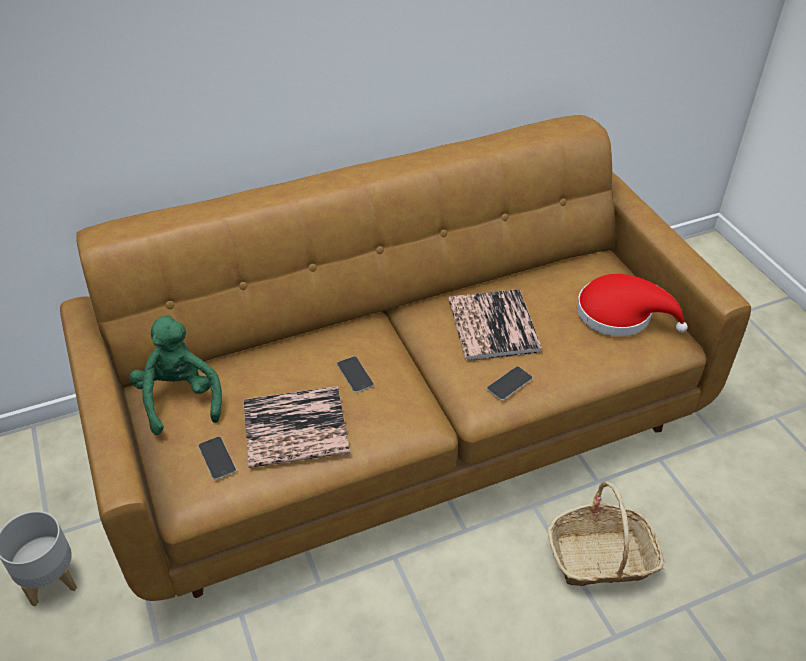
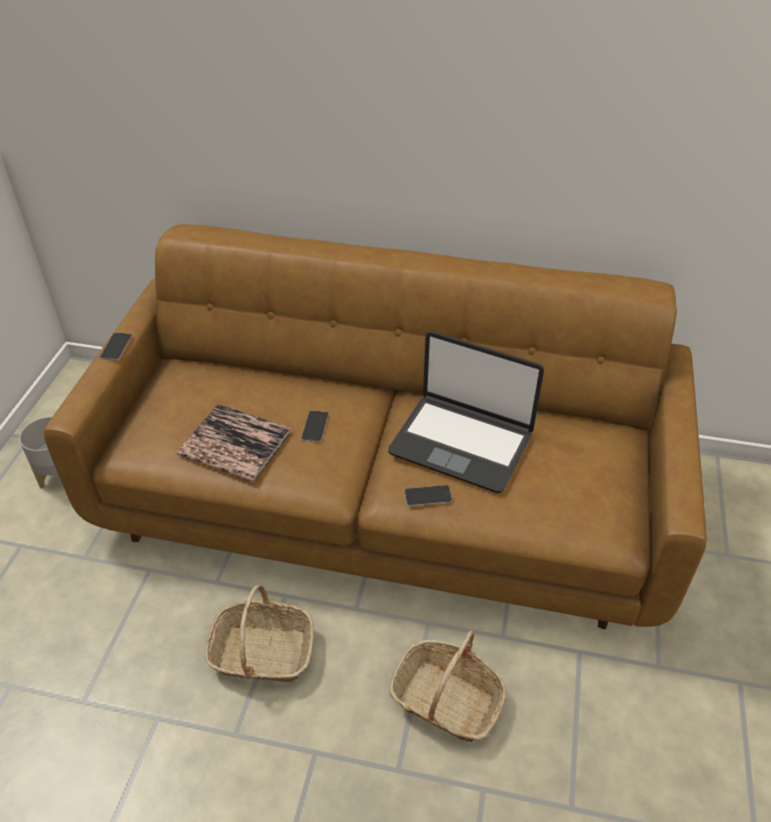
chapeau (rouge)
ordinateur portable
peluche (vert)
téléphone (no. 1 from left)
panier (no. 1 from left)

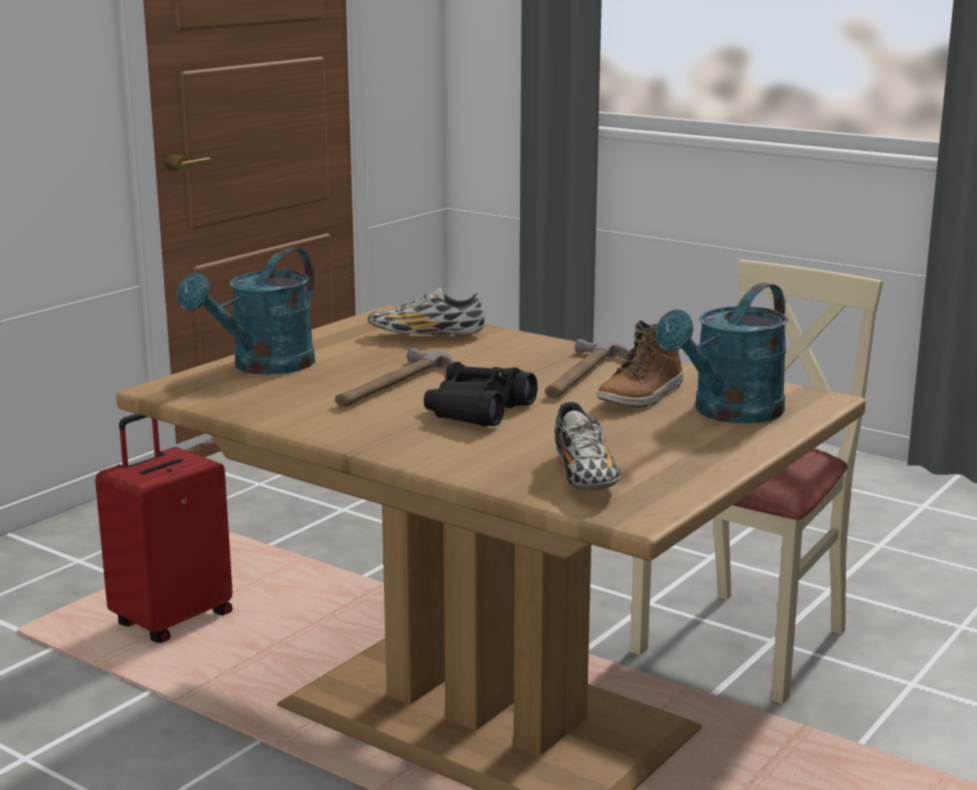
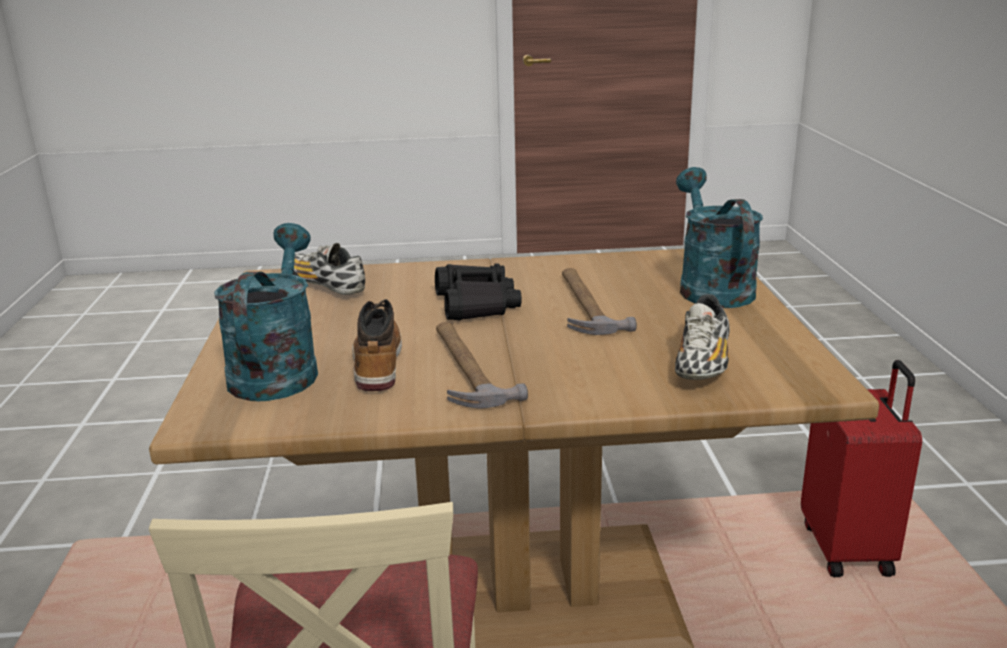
chaussure (no. 2 from left)

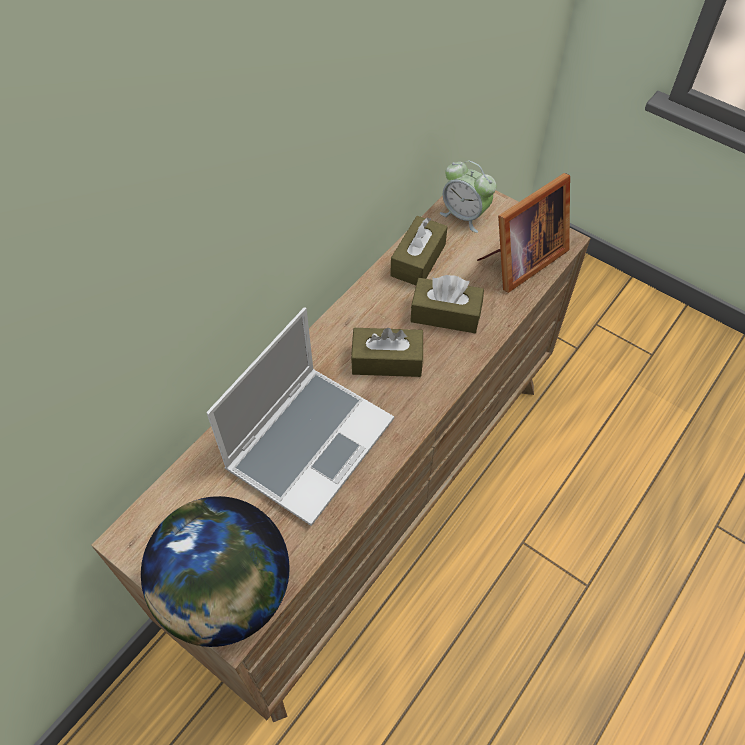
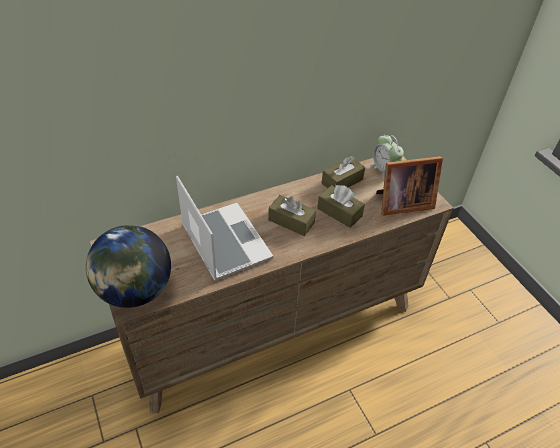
ordinateur portable

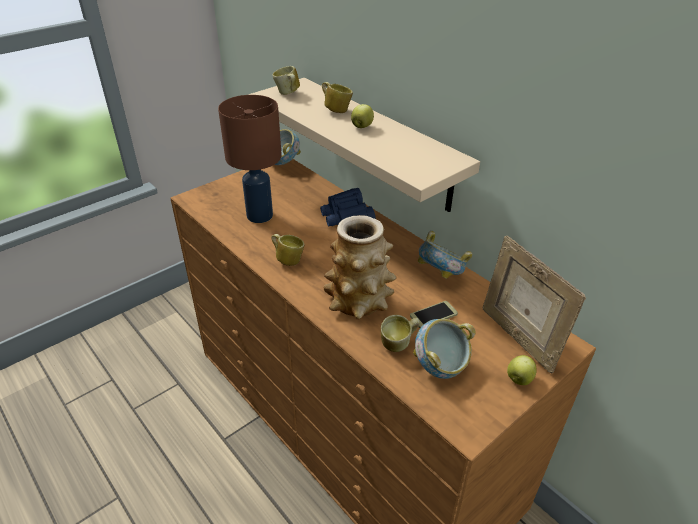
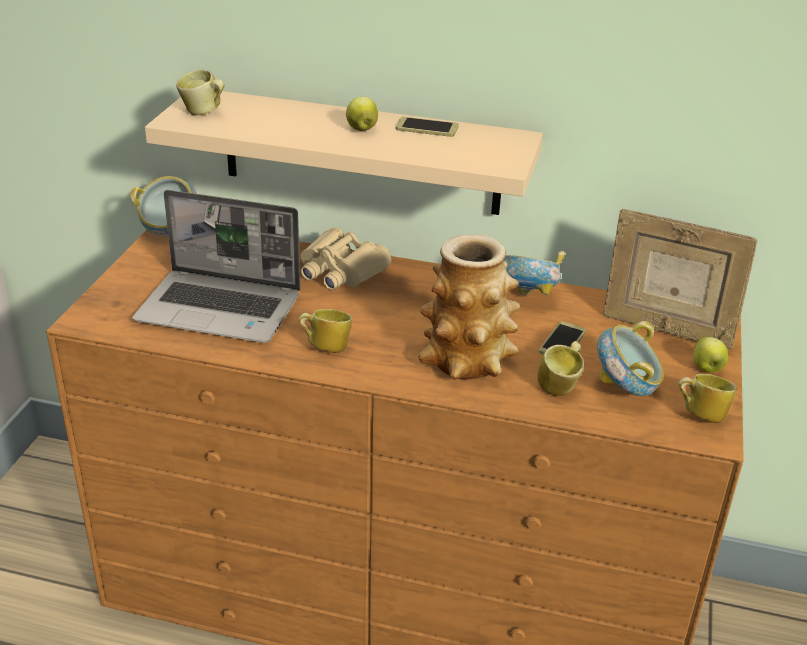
mug (no. 4 from left)
ordinateur portable
jumelles (beige)
téléphone (no. 1 from left)

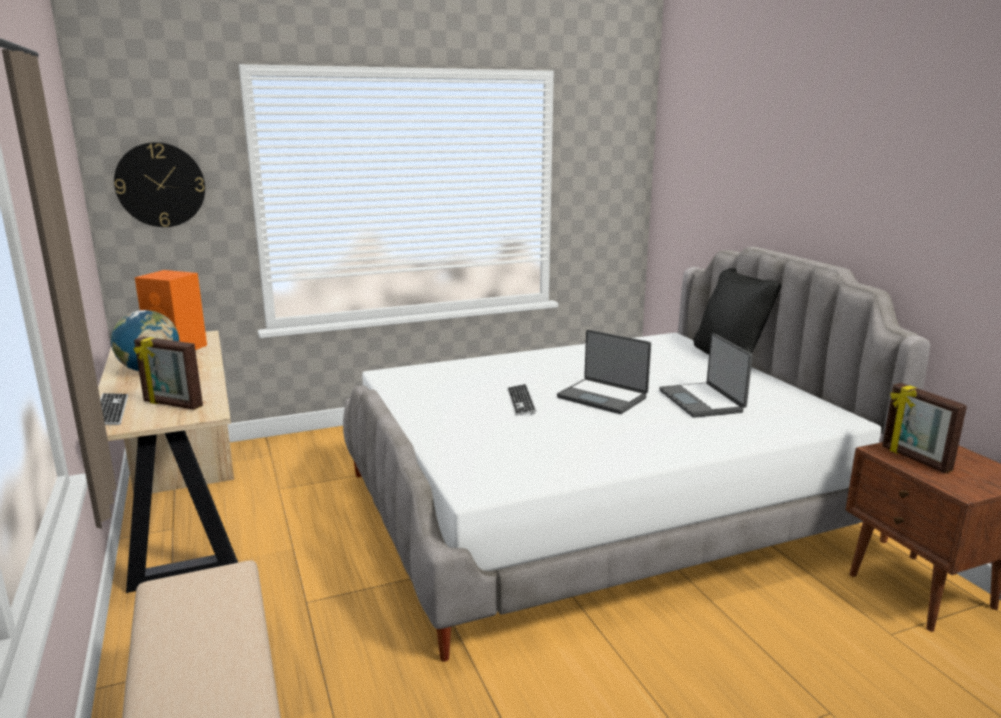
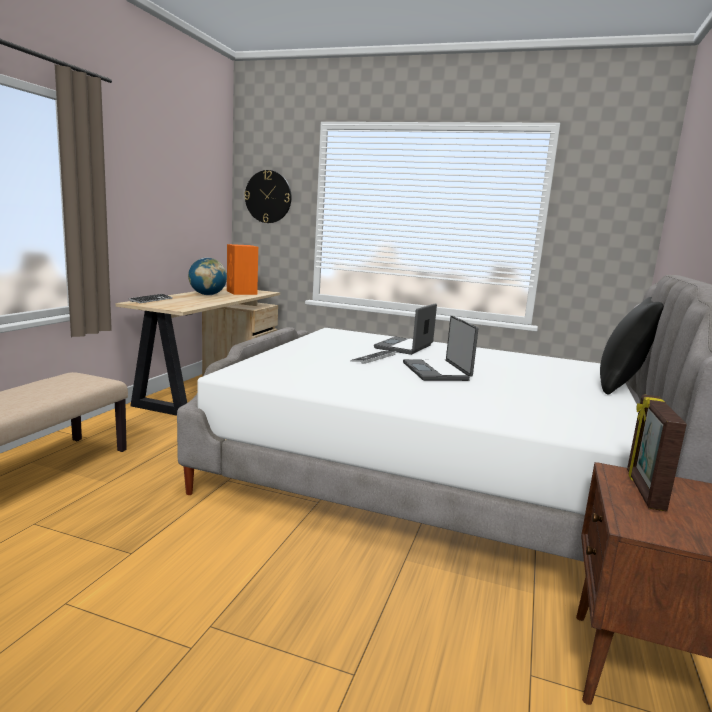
ordinateur portable (no. 1 from left)
cadre photo (no. 1 from left in the first image)

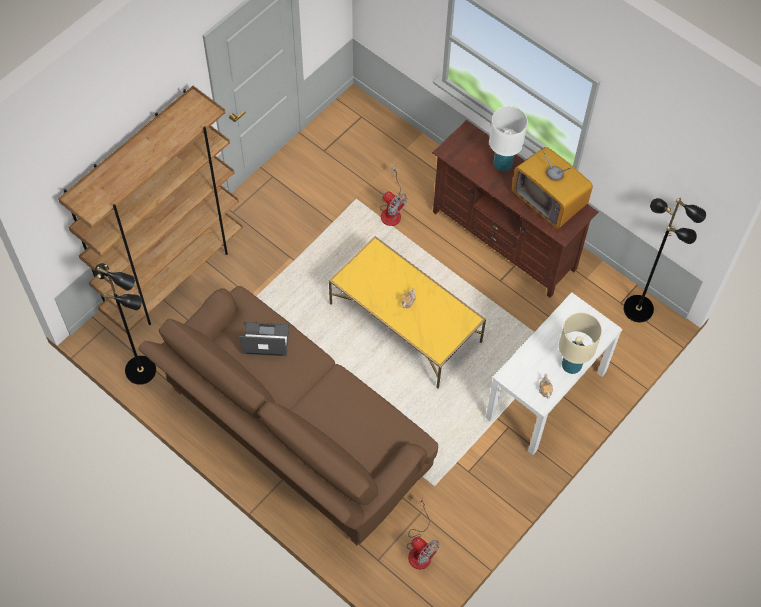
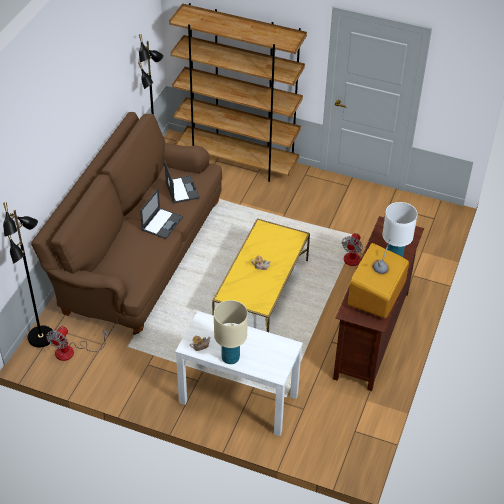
lampadaire (noir) (no. 1 from left)
ordinateur portable (no. 1 from left)

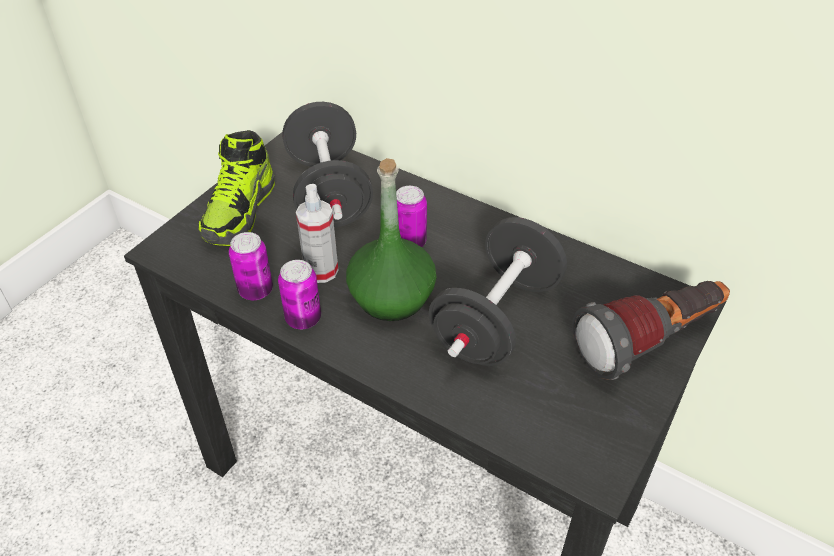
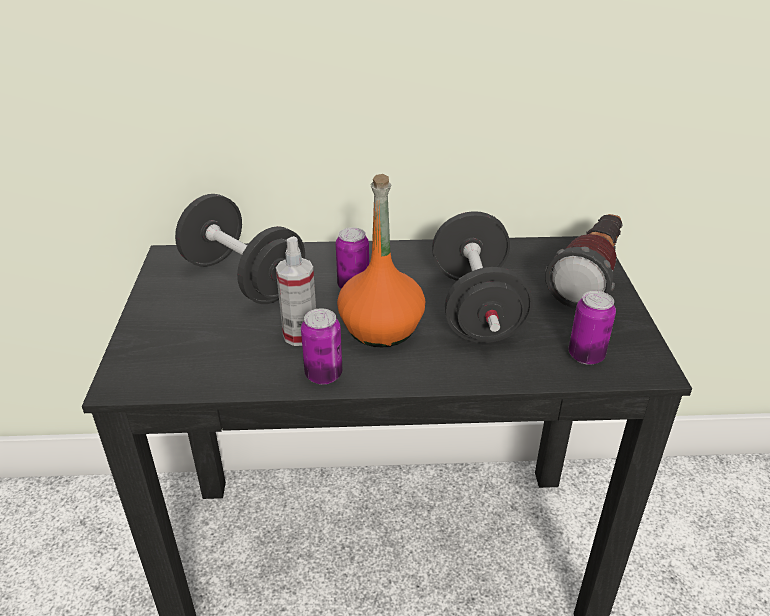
chaussure
bouteille (orange)
boîte métallique (no. 3 from left)

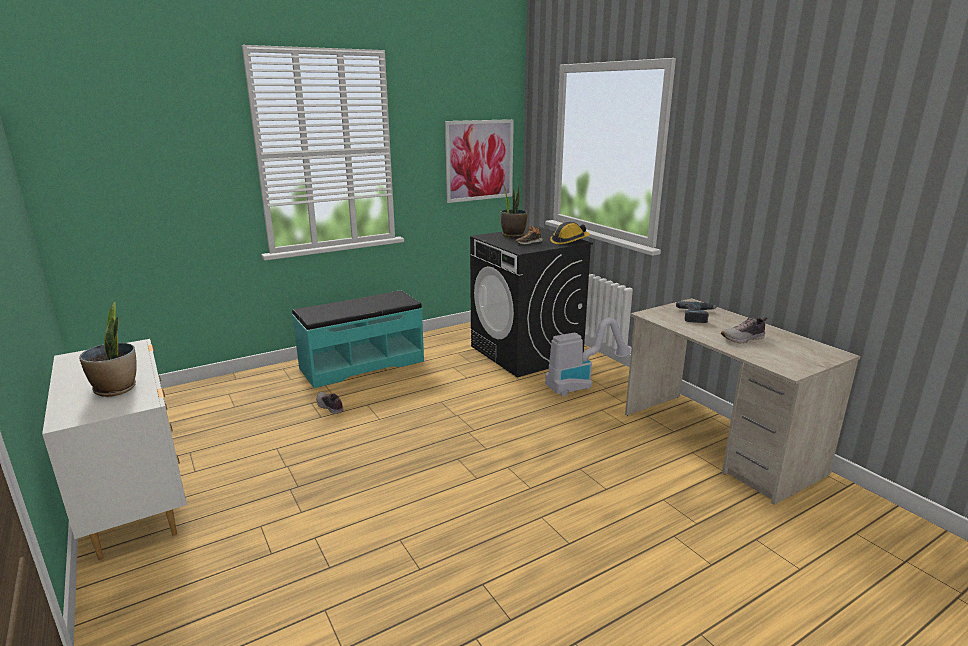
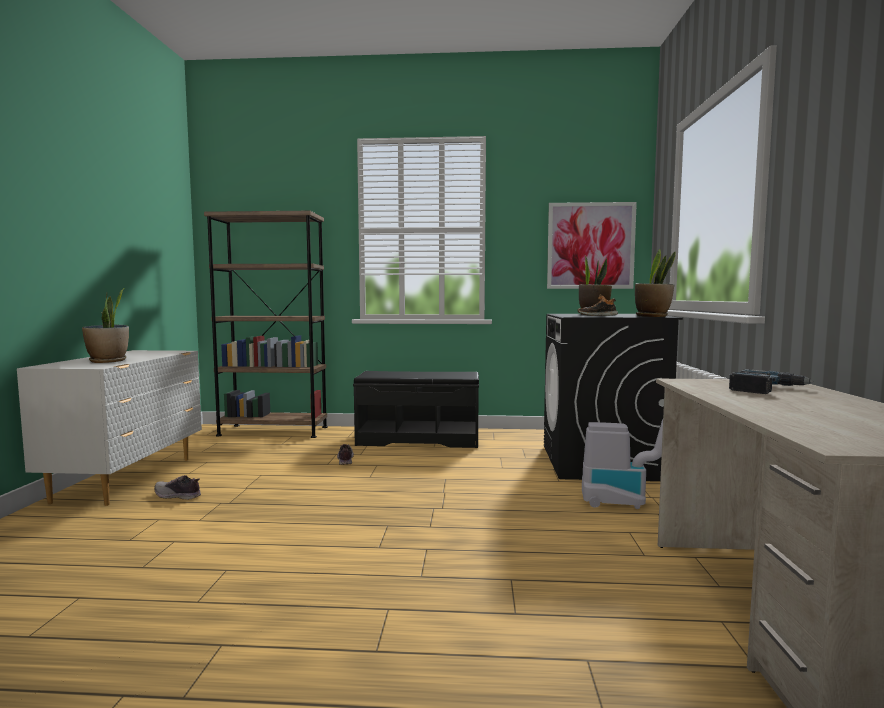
plante en pot (no. 3 from left)
banc (noir)
chaussure (no. 1 from left)
bibliothèque (marron)

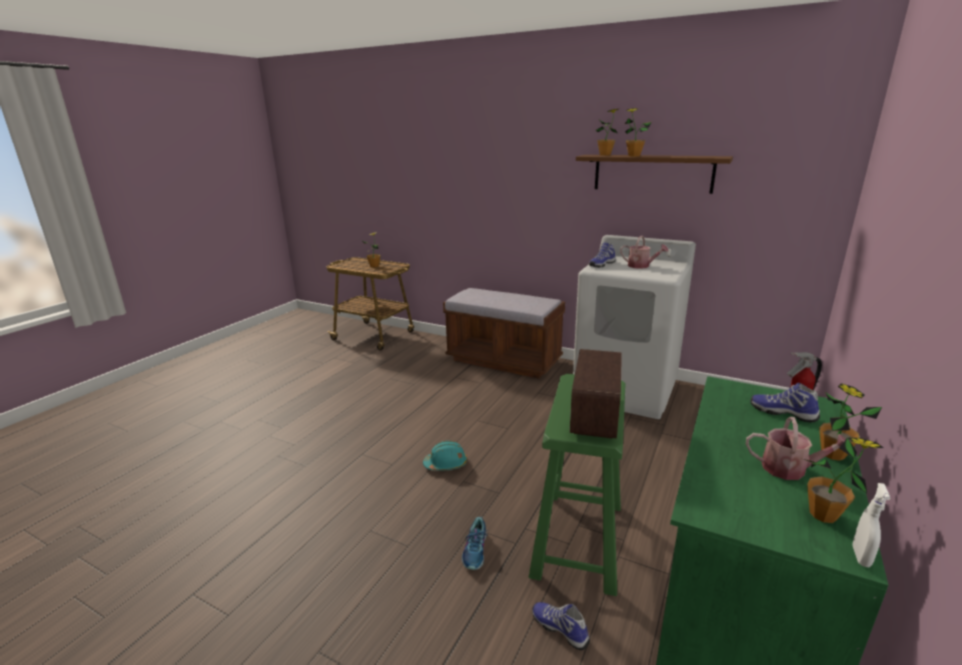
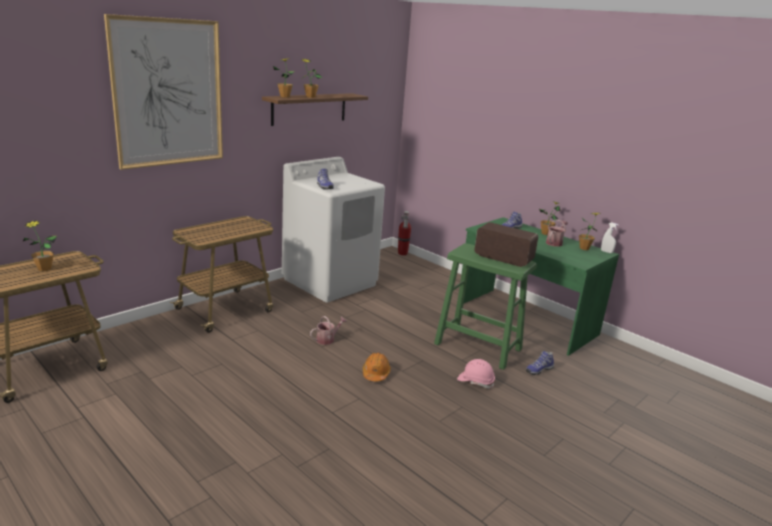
arrosoir (no. 1 from left)
chariot (no. 2 from left)
casque de chantier (orange)
casque de chantier (rose)
tableau

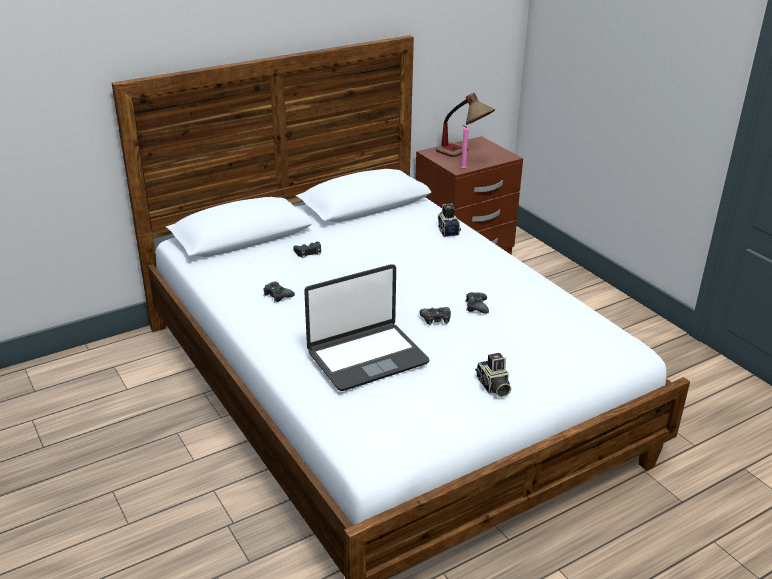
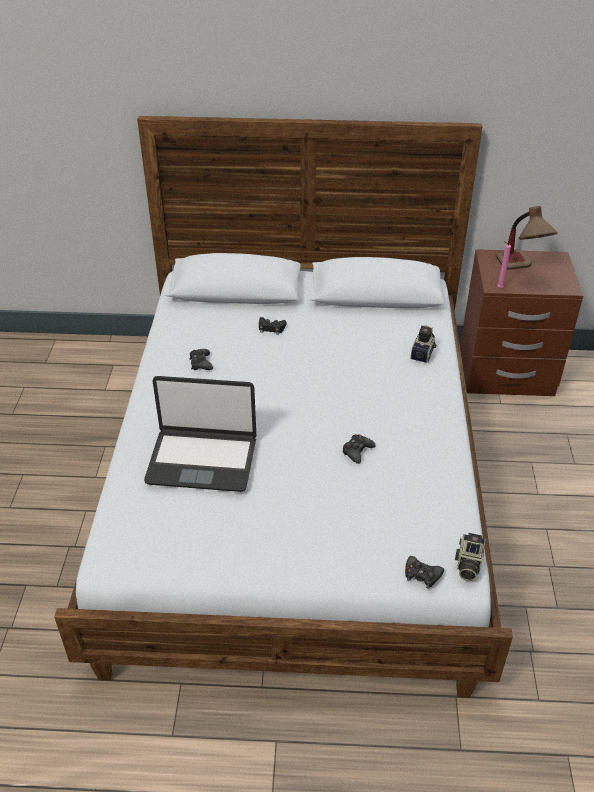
manette (noir) (no. 4 from left)
appareil photo (no. 2 from left)

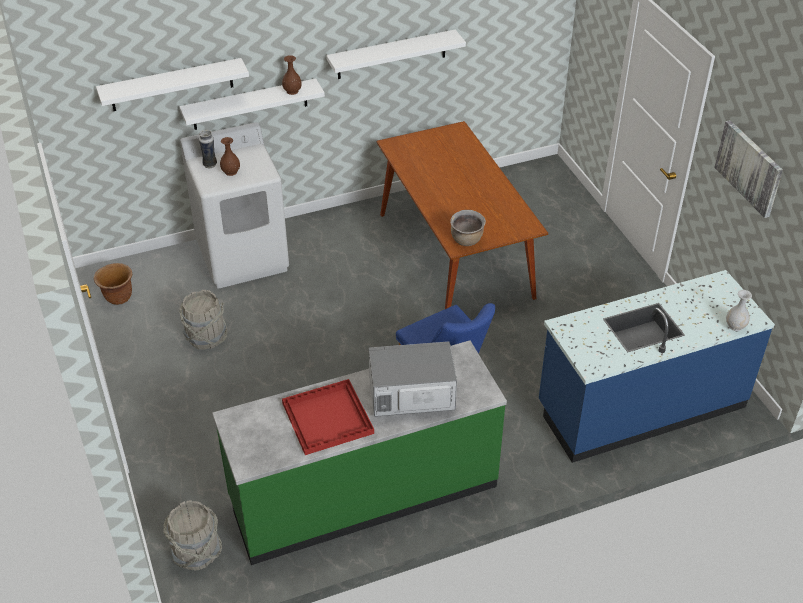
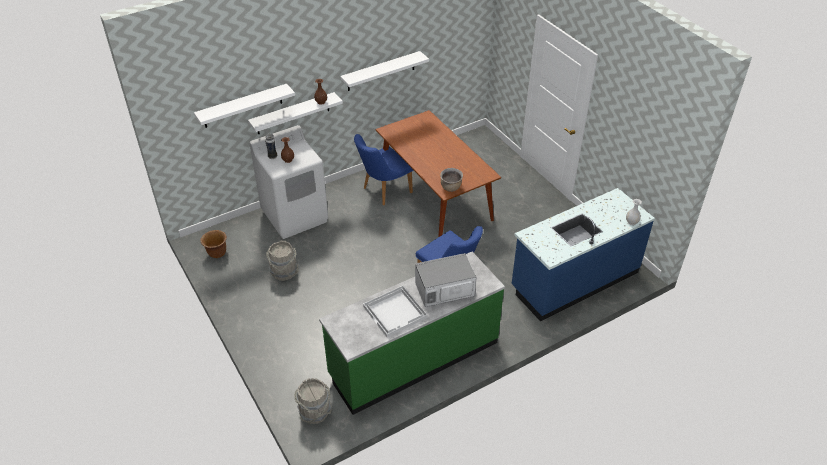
tableau
plateau (blanc)
chaise (bleu) (no. 1 from left)

